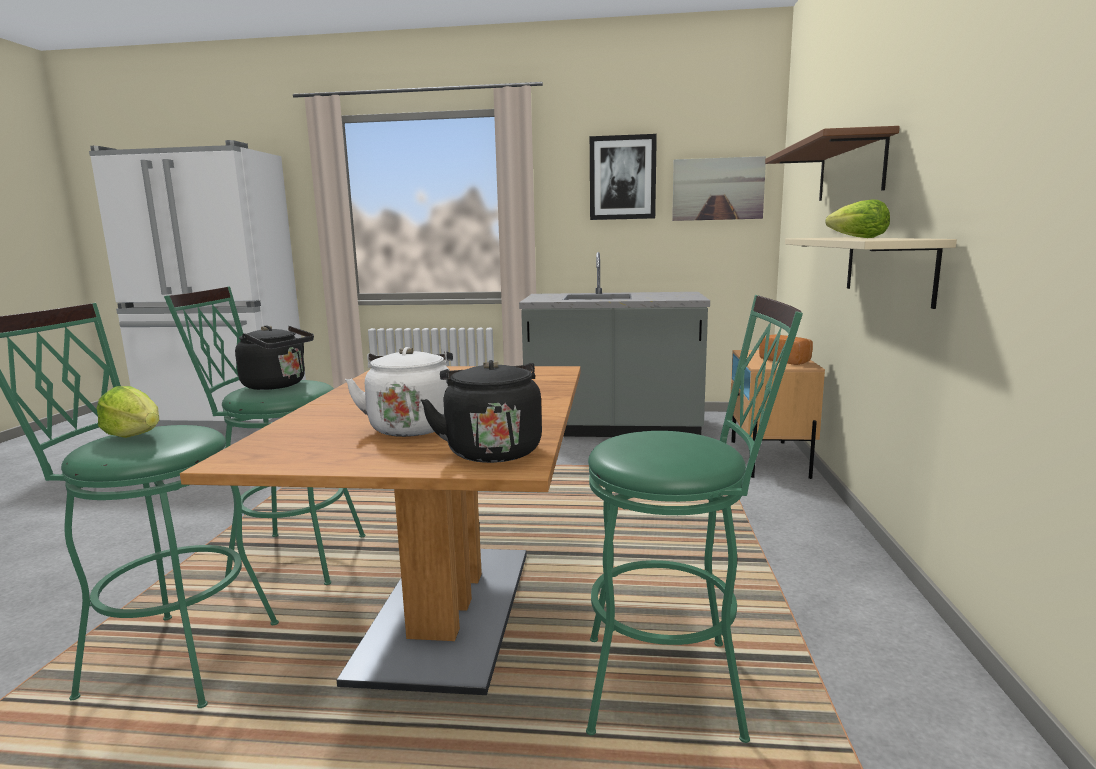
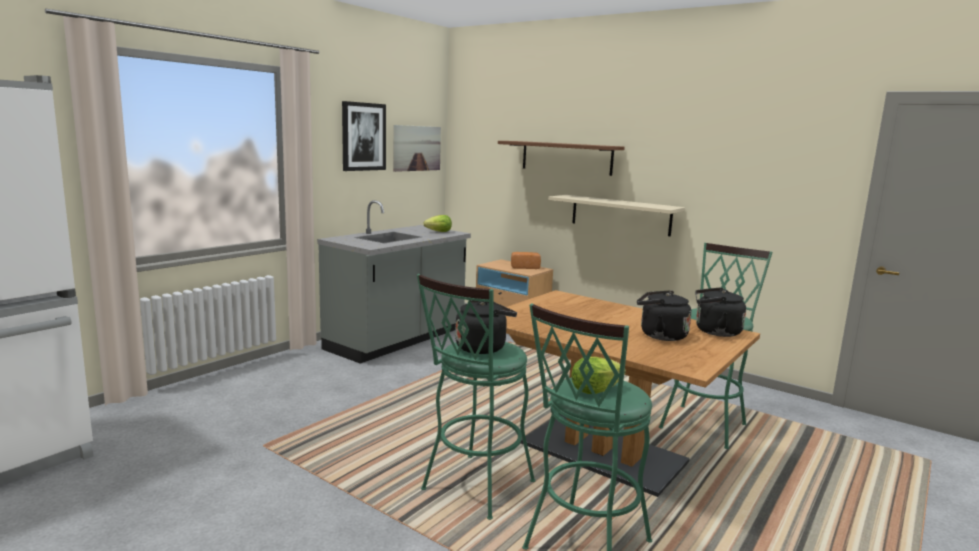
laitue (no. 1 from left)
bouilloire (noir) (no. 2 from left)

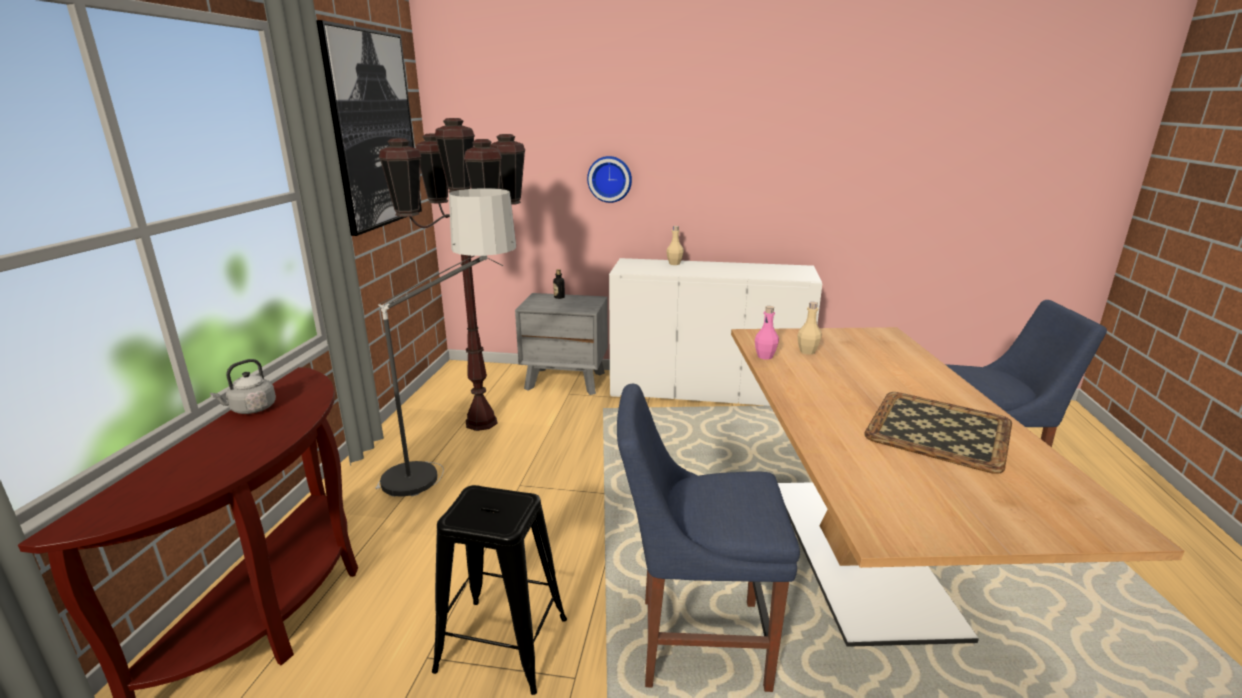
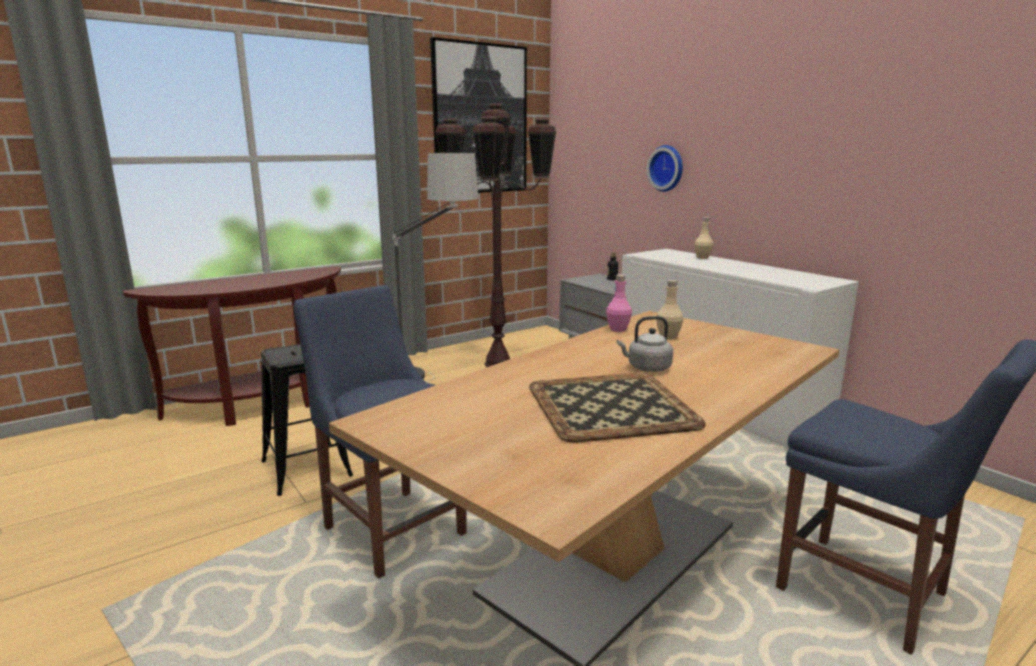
bouilloire (gris)

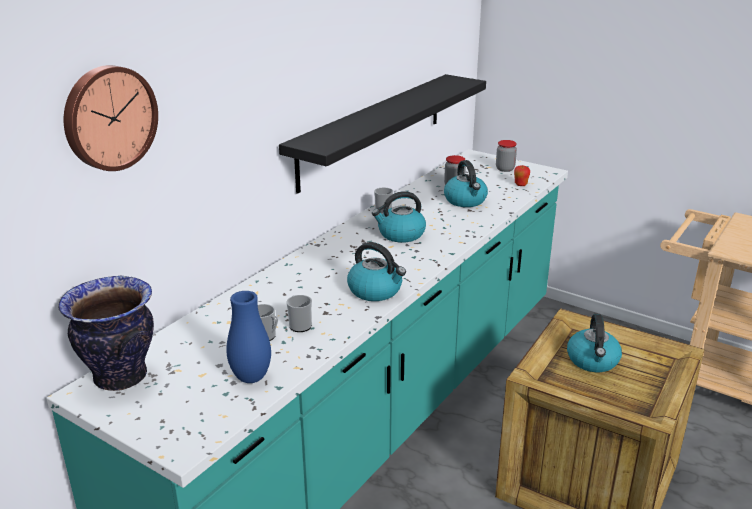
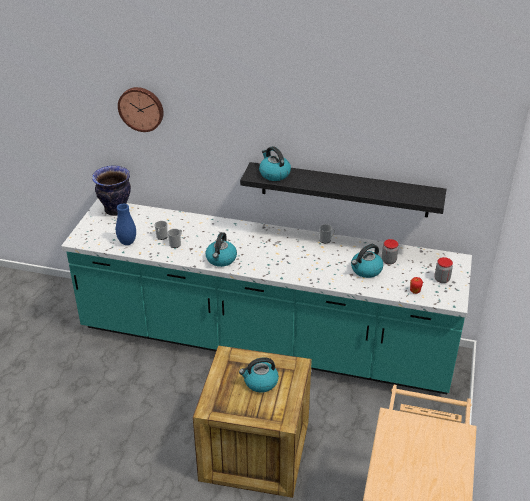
bouilloire (no. 3 from left)

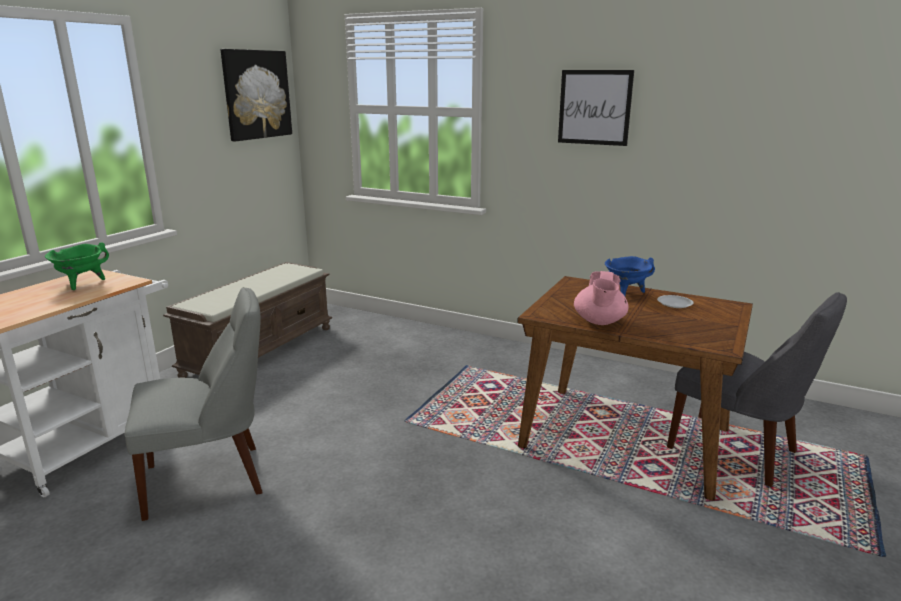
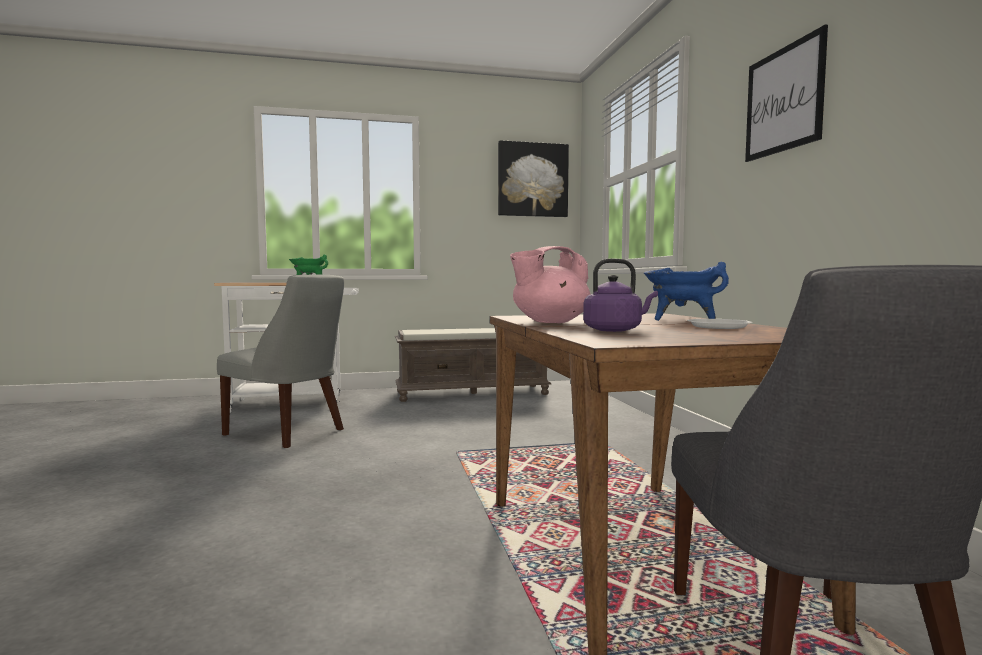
bouilloire (violet)

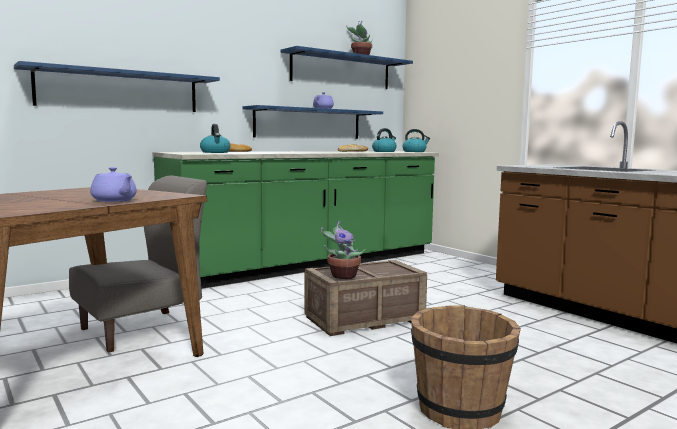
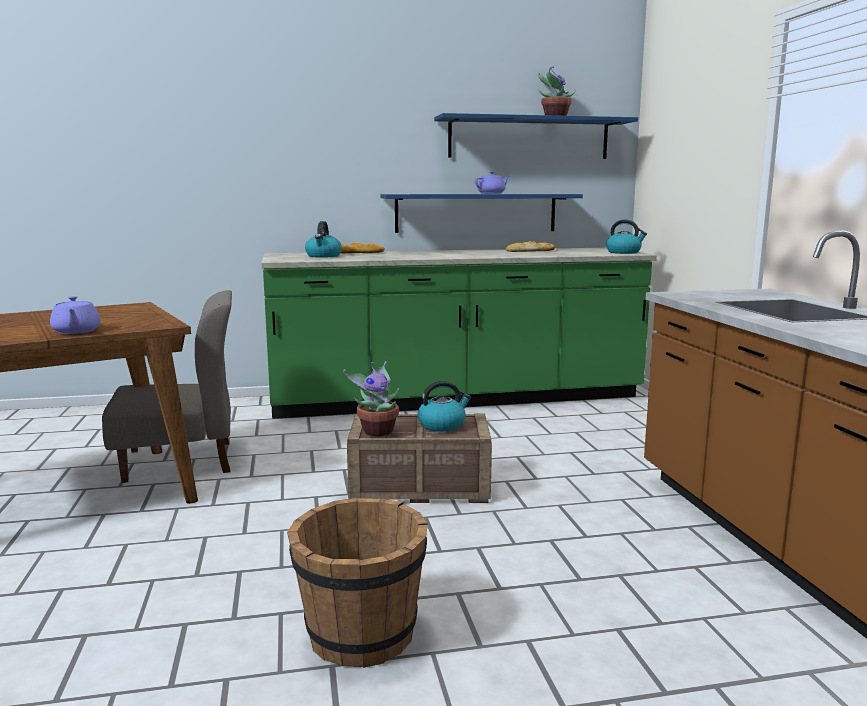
étagère (bleu) (no. 1 from left in the first image)
bouilloire (no. 2 from left)

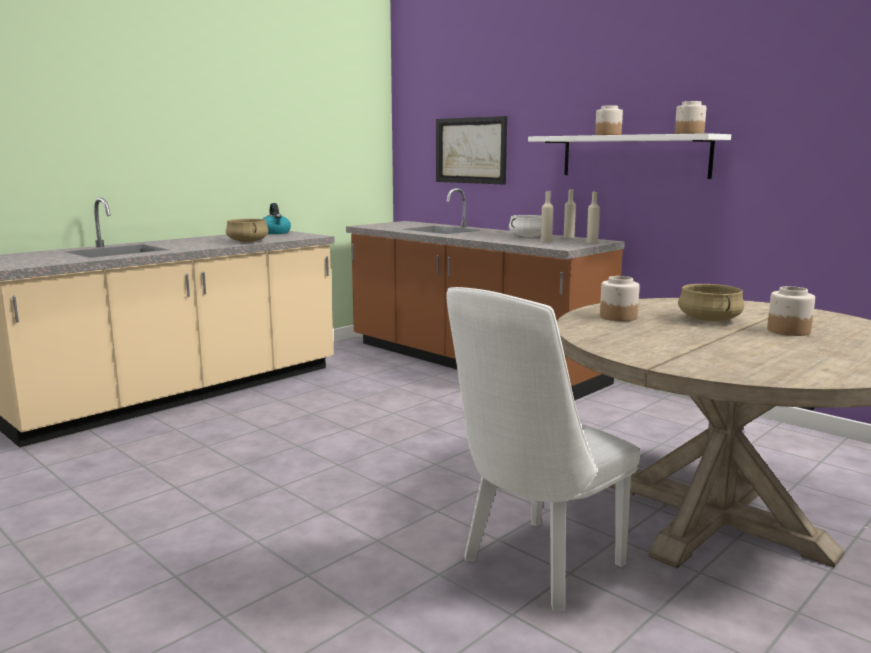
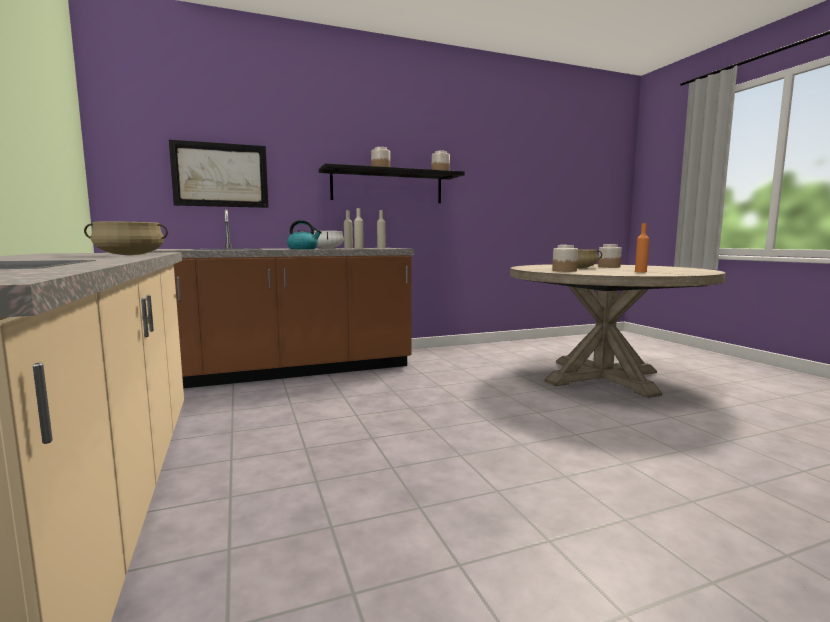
étagère (noir)
bouilloire
chaise (blanc)
bouteille (orange)

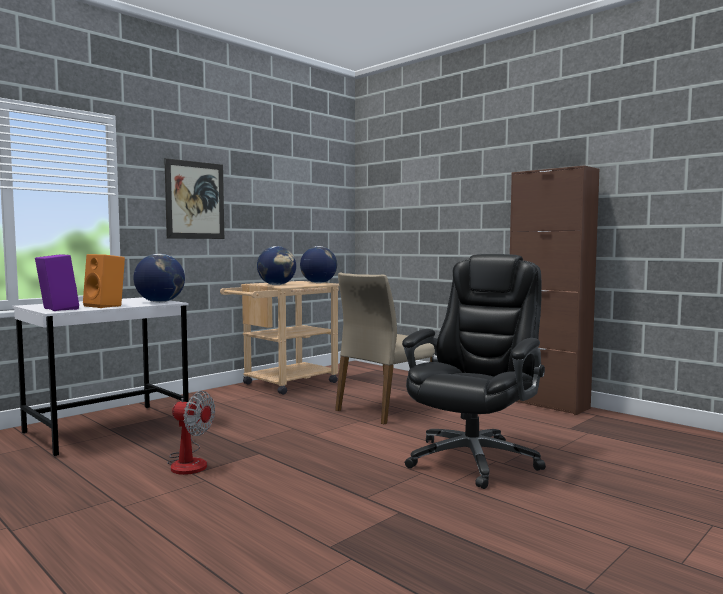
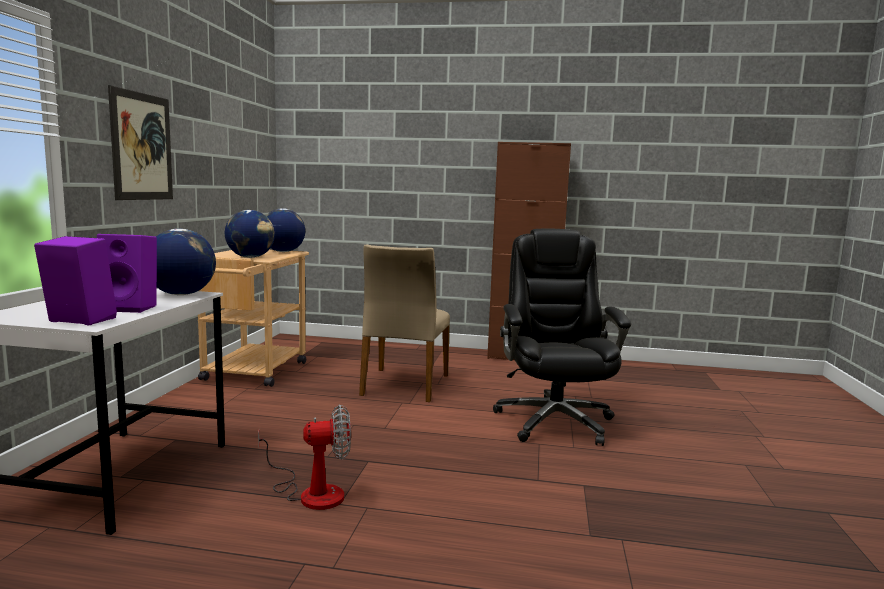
enceinte (violet) (no. 2 from left)

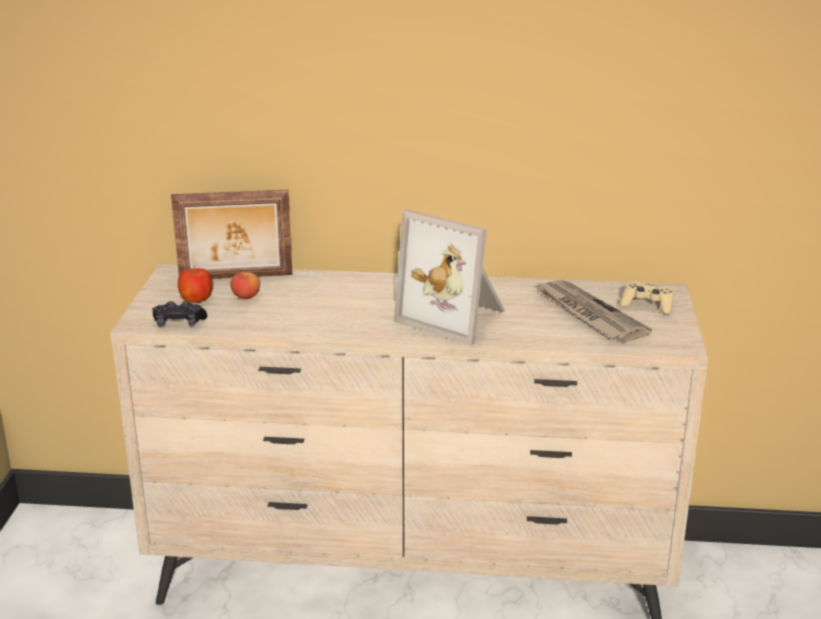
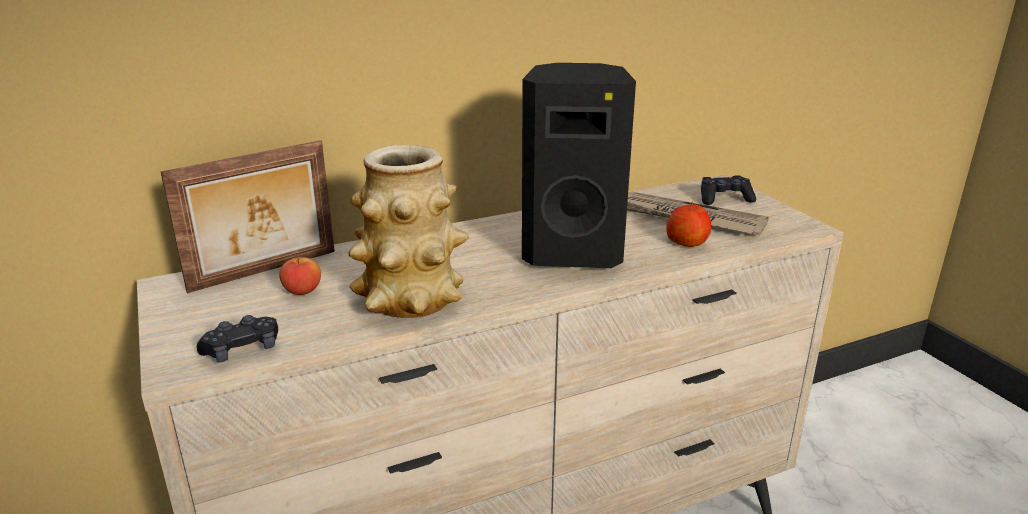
enceinte (noir)
pomme (no. 2 from left)
manette (noir) (no. 2 from left)
vase

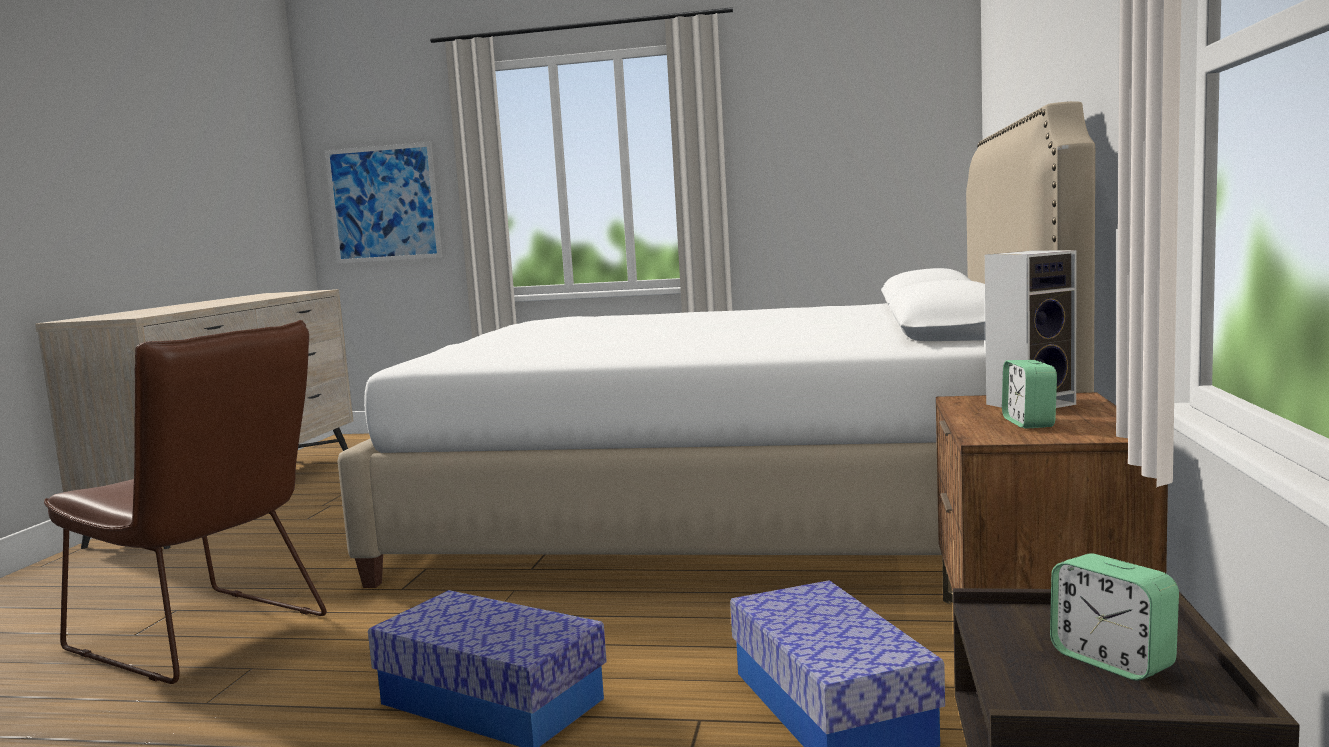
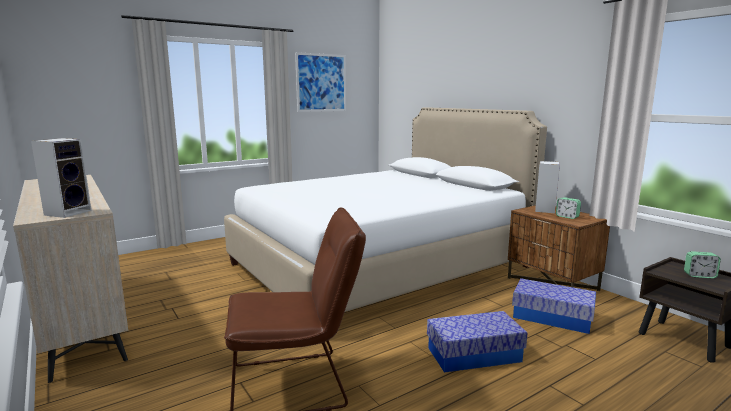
tableau
enceinte (no. 1 from left)

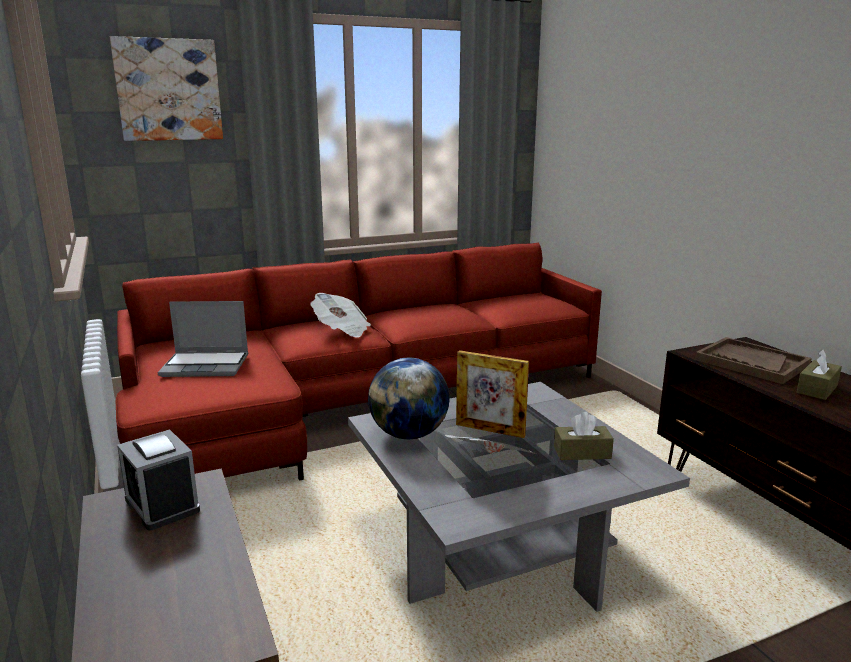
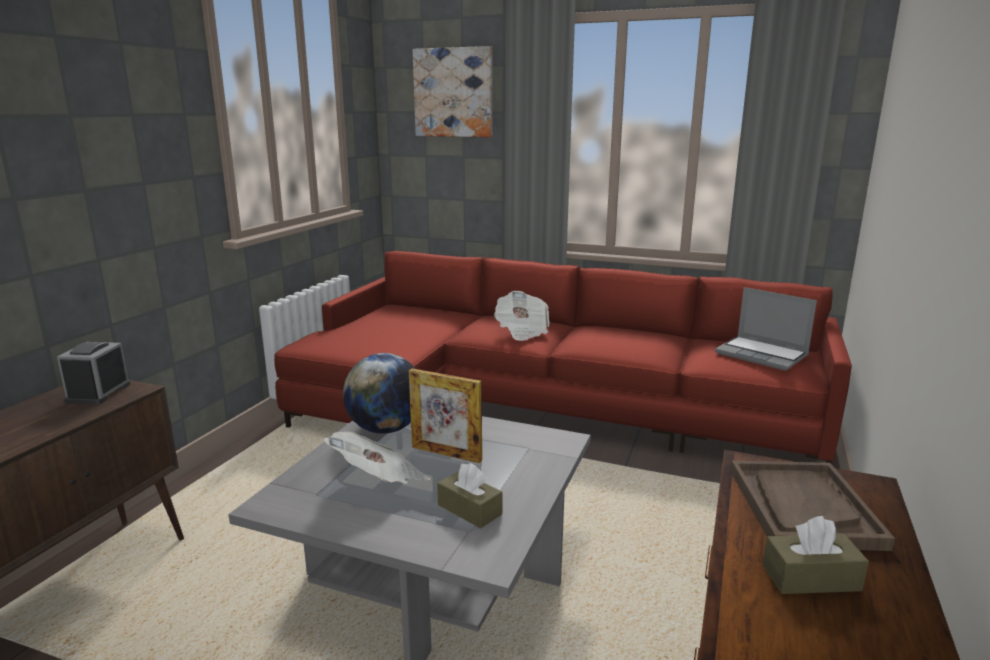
ordinateur portable
cadre photo

